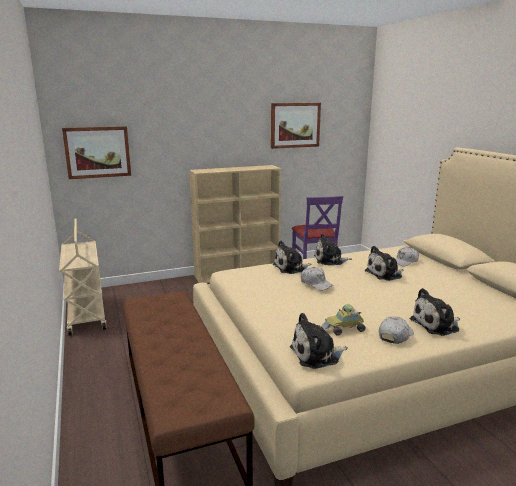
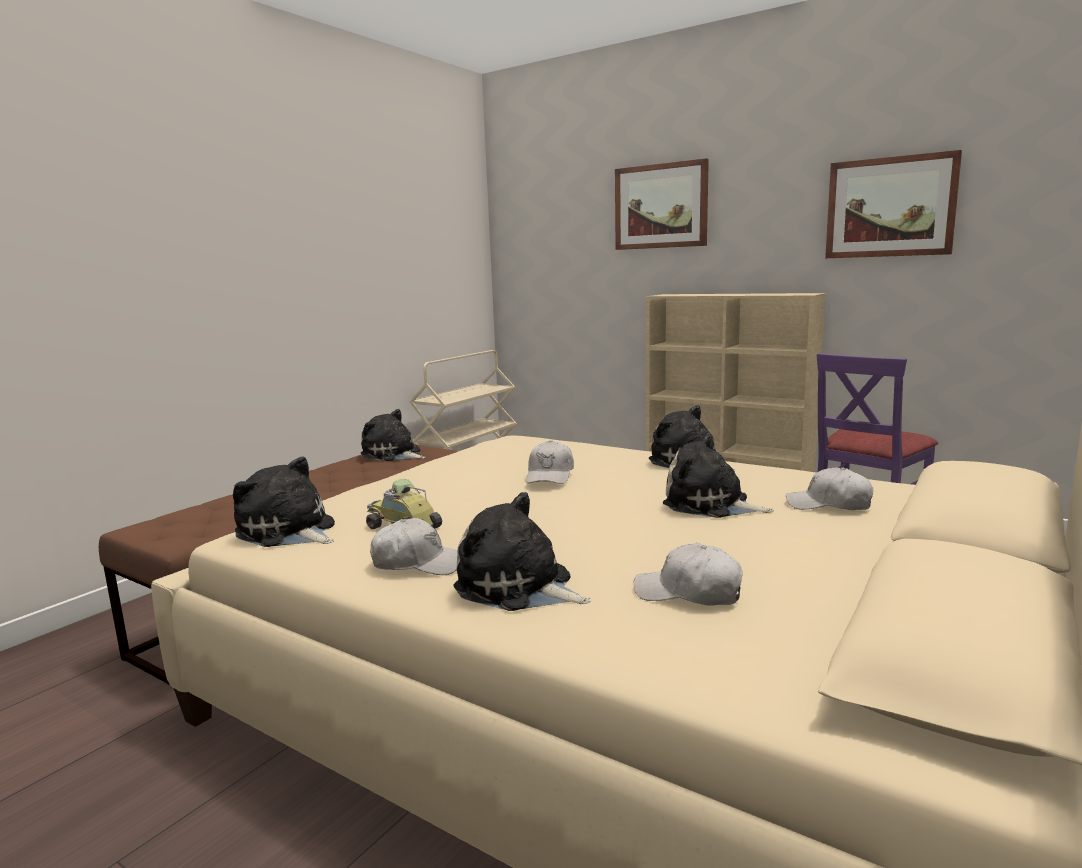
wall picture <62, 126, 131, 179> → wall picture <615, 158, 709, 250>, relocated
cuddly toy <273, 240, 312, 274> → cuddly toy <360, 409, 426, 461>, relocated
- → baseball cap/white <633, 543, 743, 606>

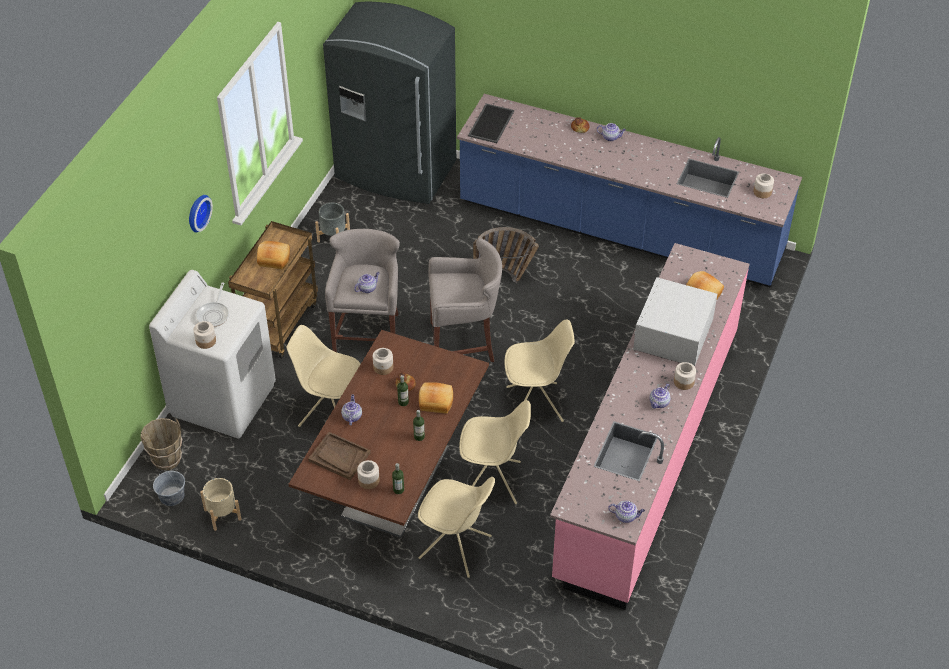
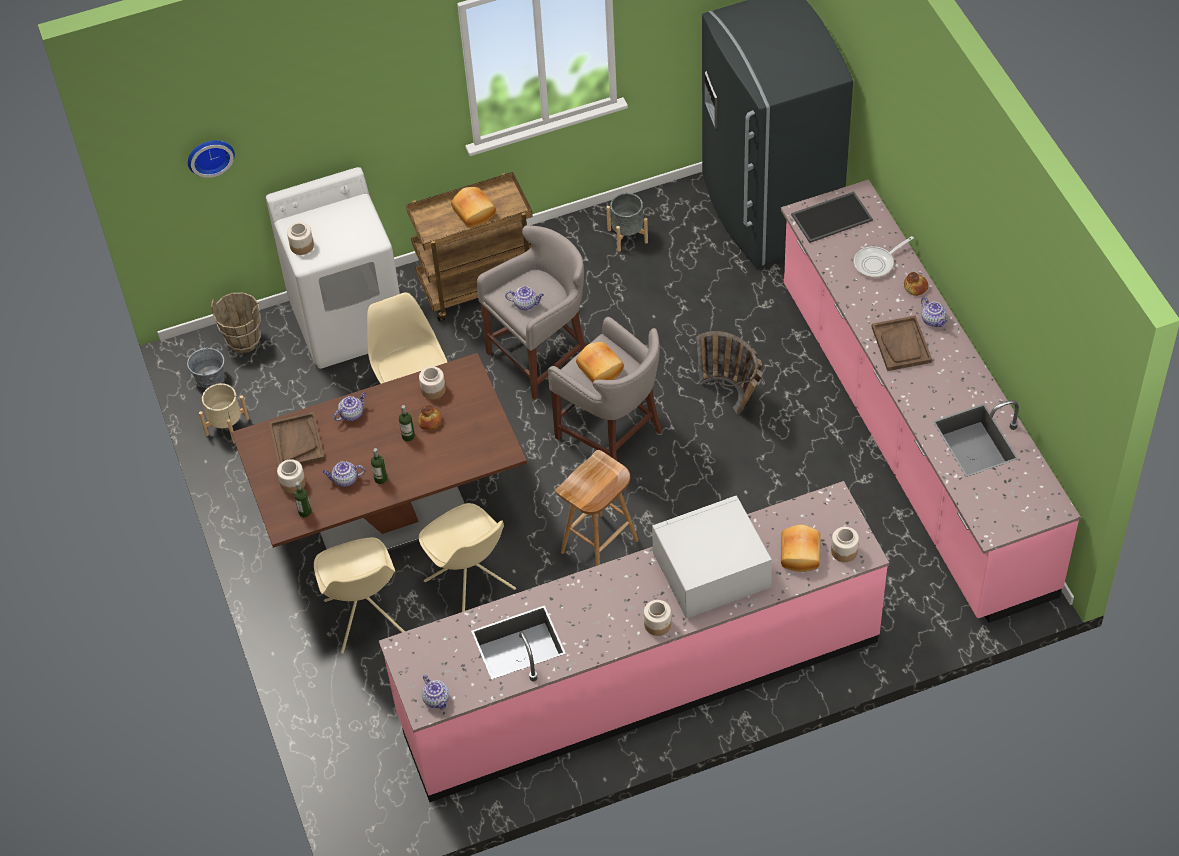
kitchen base unit/bluish <457, 94, 802, 288> → kitchen base unit/pink-coloured <781, 179, 1081, 623>
jar <753, 173, 774, 198> → jar <831, 527, 859, 562>, relocated
hanging clock <189, 195, 213, 233> → hanging clock <188, 140, 235, 178>, relocated
skillet <196, 282, 229, 327> → skillet <854, 236, 914, 278>, relocated
plain chair/beige-coloured <505, 319, 575, 422> → sitting stool/brown <555, 450, 639, 566>
baked bread <419, 382, 453, 414> → baked bread <576, 342, 624, 383>, relocated
pot for tea <650, 384, 671, 408> → pot for tea <323, 461, 365, 487>, relocated
- → carrying tray/brown <872, 316, 932, 371>

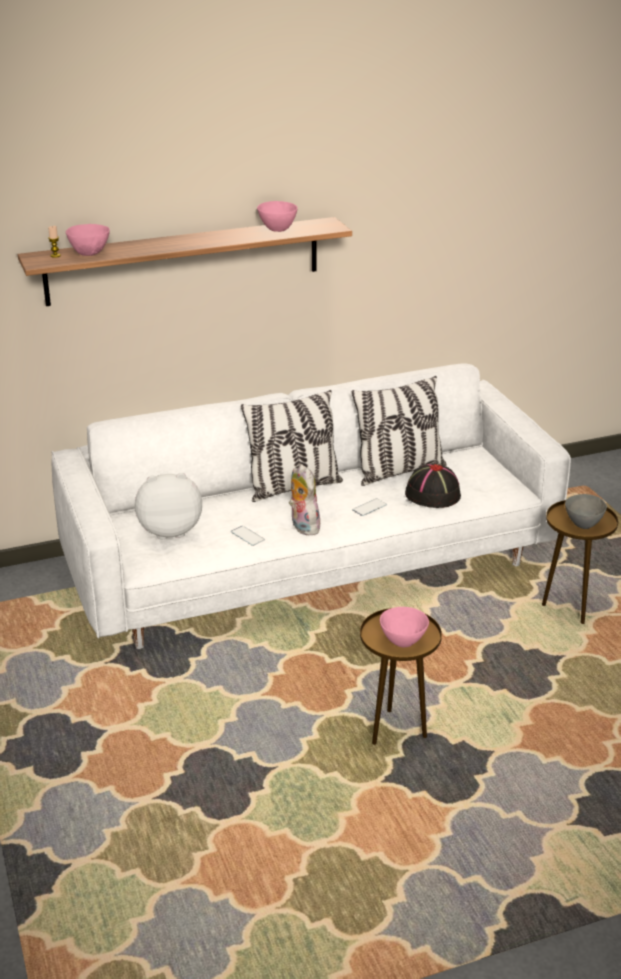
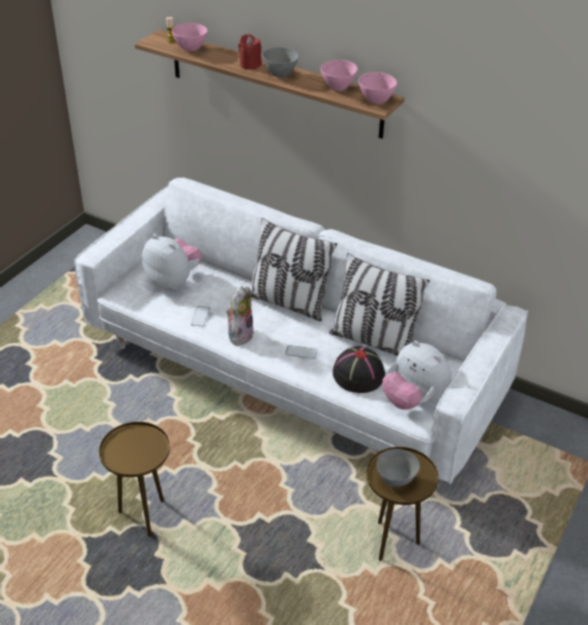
serving bowl/pink-coloured <380, 607, 429, 647> → serving bowl/pink-coloured <358, 72, 397, 104>, relocated
- → candle/red-coloured <238, 34, 262, 70>
- → serving bowl/greyish <262, 47, 299, 77>
- → cuddly toy <382, 341, 452, 410>

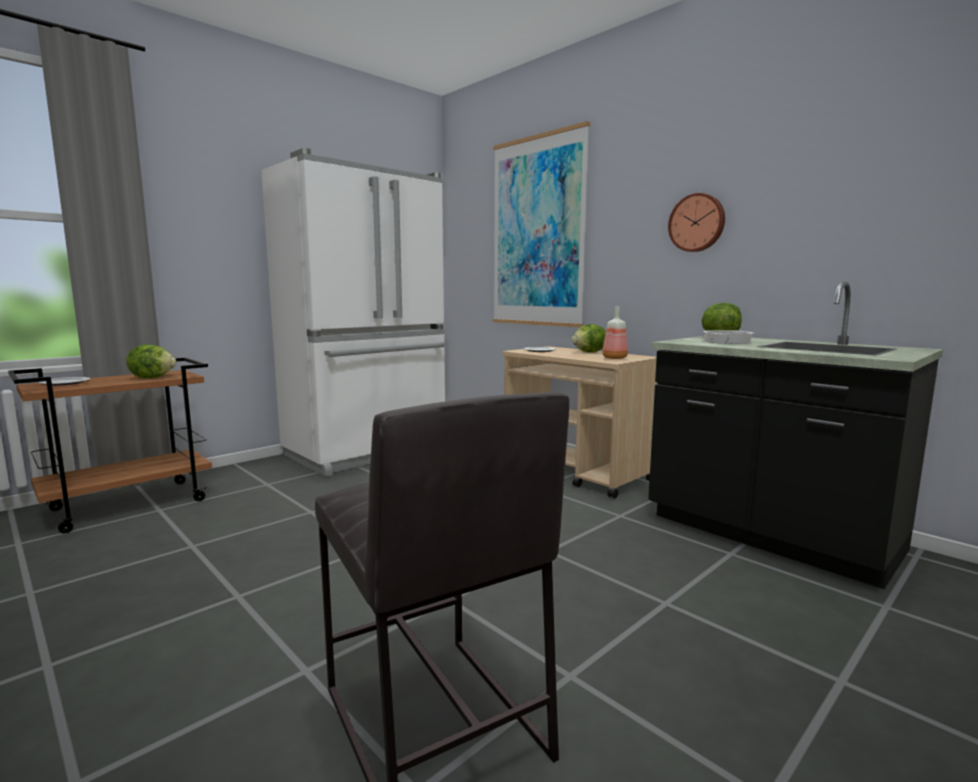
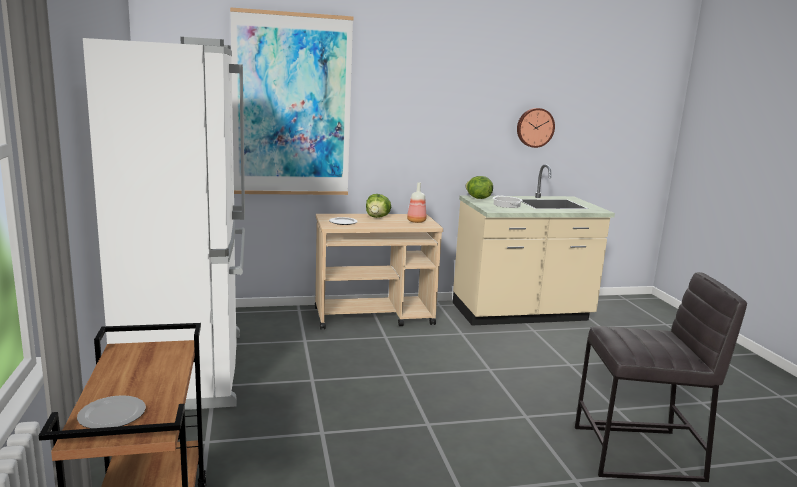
hanging clock <668, 193, 725, 252> → hanging clock <517, 108, 555, 148>, relocated
kitchen base unit/black-coloured <648, 282, 943, 589> → kitchen base unit/beige-coloured <453, 164, 615, 325>
head of lettuce <126, 344, 176, 378> → -

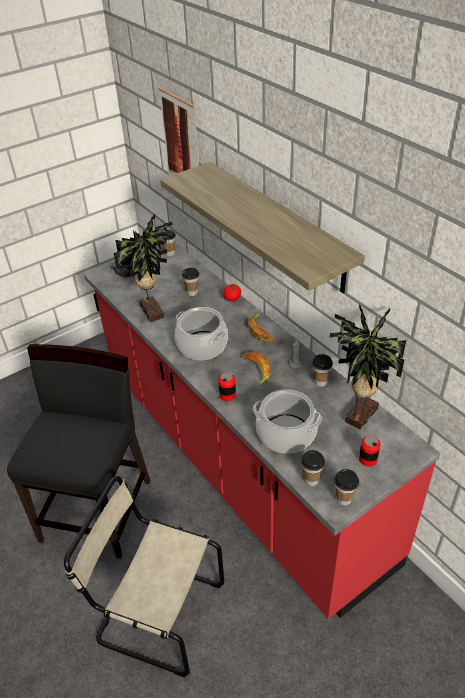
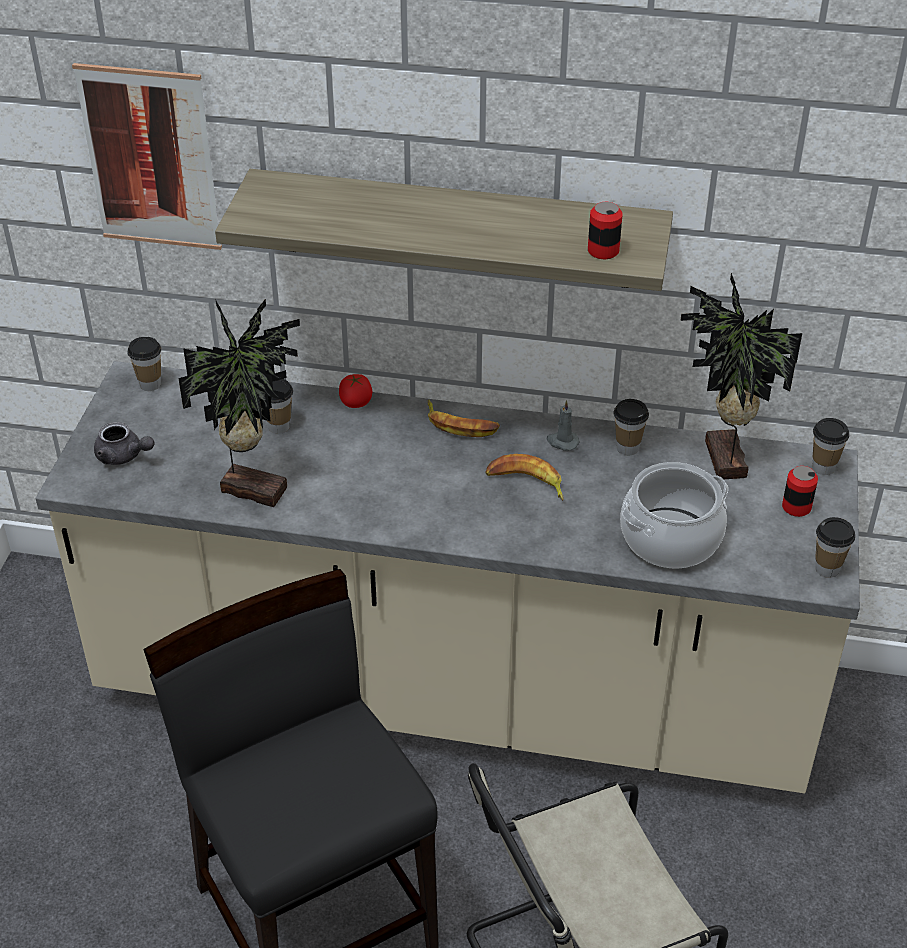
kitchen base unit/red-coloured <84, 243, 440, 619> → kitchen base unit/beige-coloured <36, 361, 860, 793>
stockpot <175, 307, 228, 360> → -
sealed can <218, 373, 236, 401> → sealed can <588, 202, 623, 259>, relocated
drinking cup <301, 450, 325, 486> → drinking cup <812, 418, 849, 475>, relocated

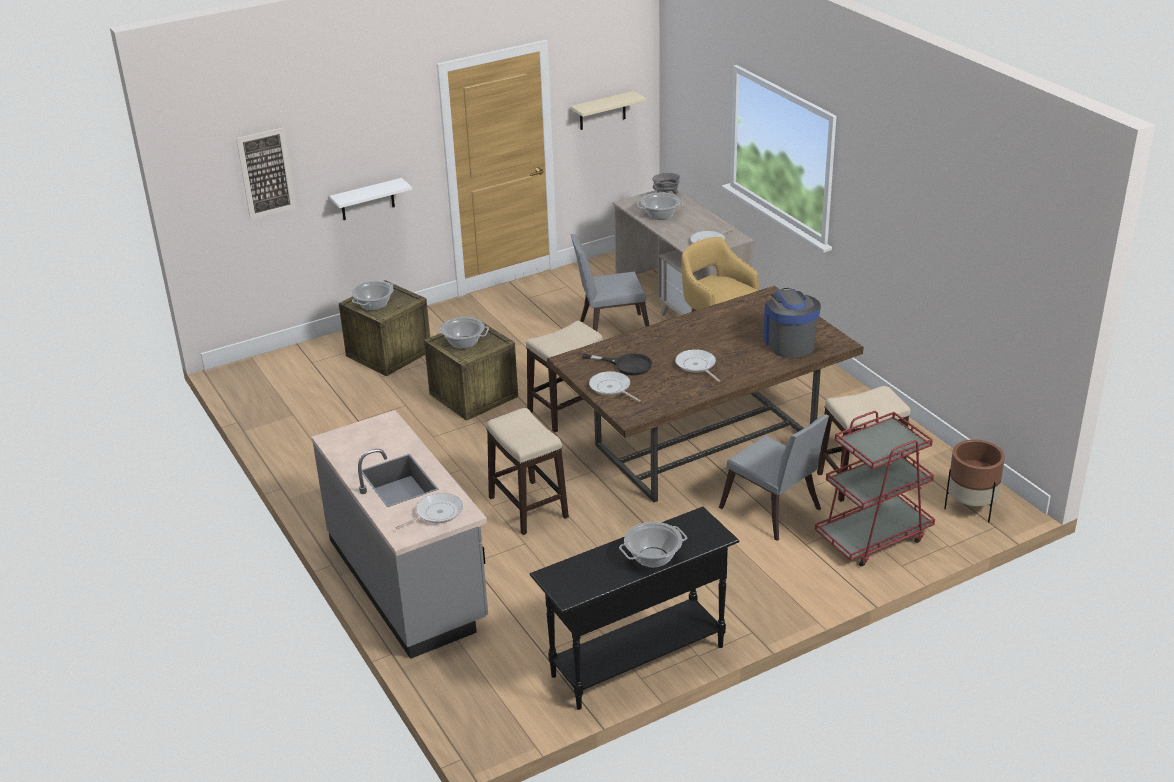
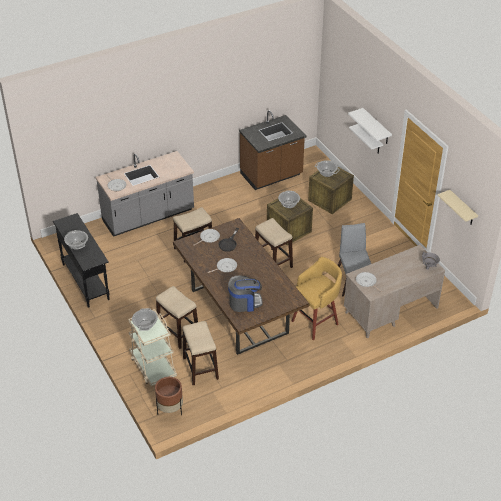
wall picture <236, 127, 296, 220> → -
stockpot <637, 193, 684, 220> → stockpot <132, 308, 158, 331>, relocated
cart/red-coloured <815, 411, 935, 567> → cart/beige-coloured <128, 309, 177, 386>
plain chair/greyish <719, 414, 829, 541> → sitting stool <156, 286, 198, 349>
- → bracket shelf/white <348, 108, 392, 144>
- → kitchen base unit/brown <239, 110, 306, 190>

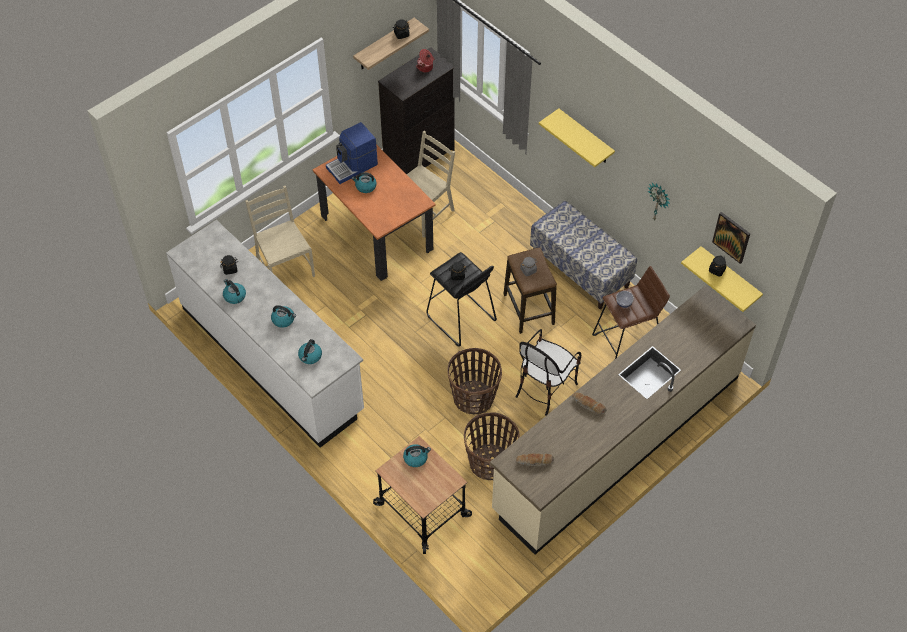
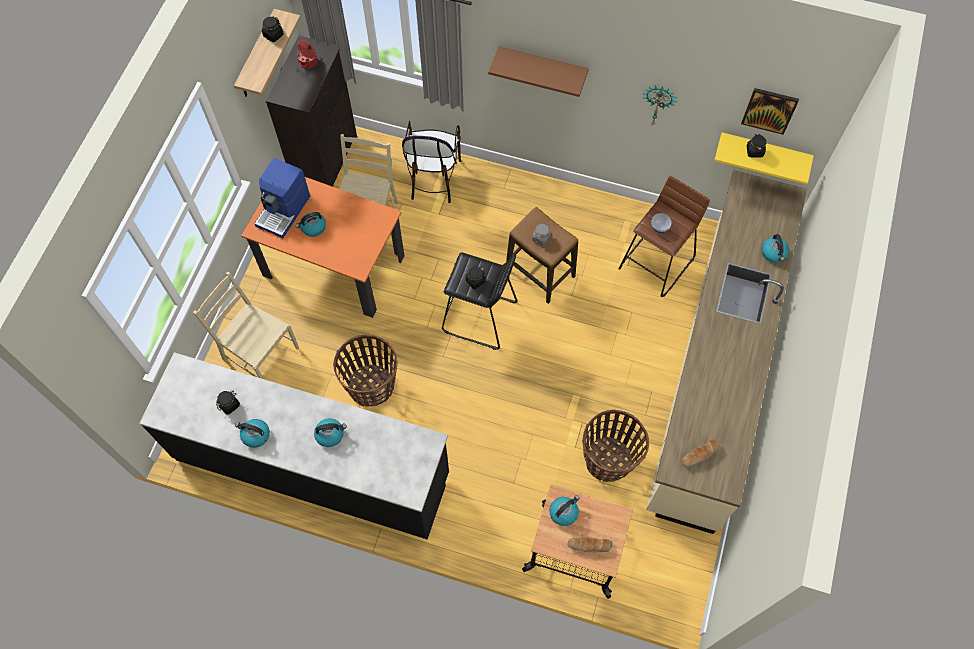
bracket shelf/yellowish <539, 109, 615, 167> → bracket shelf/brown <488, 46, 589, 97>
indoor bench <530, 201, 637, 309> → -
kitchen base unit/white <166, 220, 364, 448> → kitchen base unit/black-coloured <139, 352, 449, 540>
plain chair <515, 329, 581, 416> → plain chair <402, 121, 461, 203>, relocated
water kettle <298, 339, 322, 364> → water kettle <762, 234, 789, 263>, relocated
household basket <447, 348, 502, 415> → household basket <333, 335, 398, 407>, relocated
baked bread <572, 392, 607, 415> → baked bread <568, 537, 613, 552>, relocated

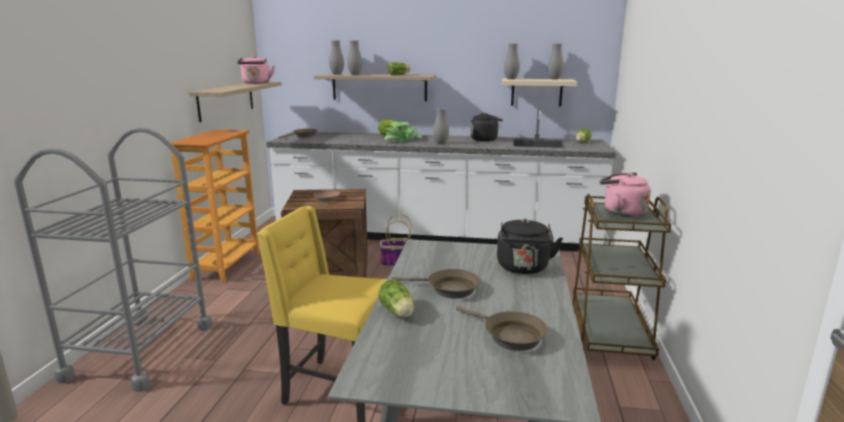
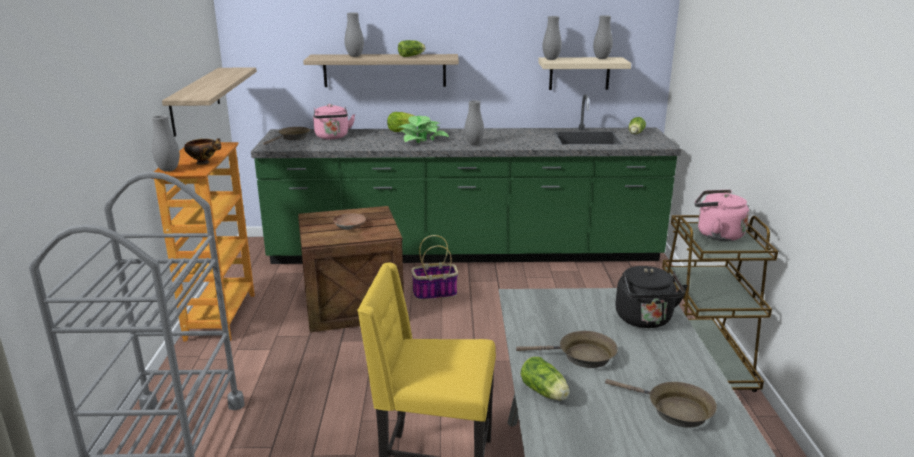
decorative vase/greyish <329, 40, 344, 75> → decorative vase/greyish <152, 115, 180, 172>, relocated
water kettle/pink-coloured <237, 56, 275, 84> → water kettle/pink-coloured <313, 104, 355, 139>, relocated
kitchen base unit/white <266, 108, 616, 251> → kitchen base unit/greenish <251, 94, 681, 264>
water kettle/black-coloured <470, 113, 503, 141> → -
- → serving bowl <184, 138, 221, 165>

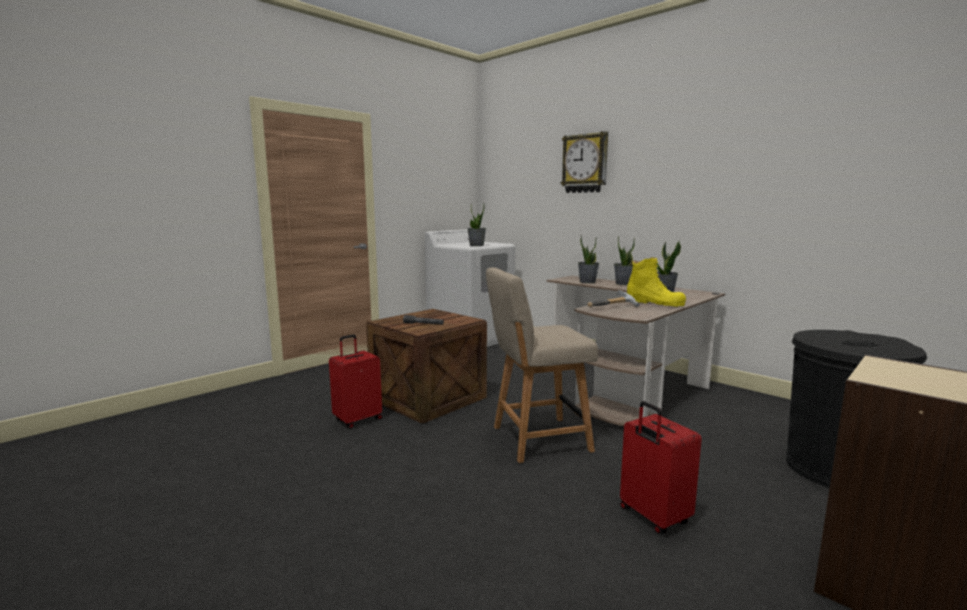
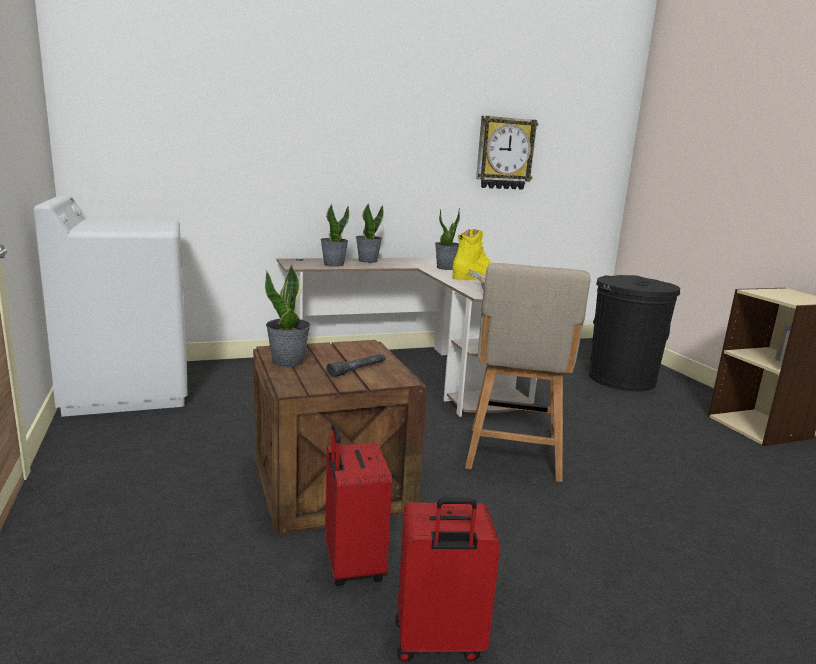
hanging clock <561, 131, 608, 193> → hanging clock <476, 116, 538, 190>, relocated
houseplant <467, 204, 486, 246> → houseplant <265, 264, 311, 367>, relocated
piece of luggage/red-coloured <620, 401, 702, 534> → piece of luggage/red-coloured <396, 497, 500, 662>, relocated

